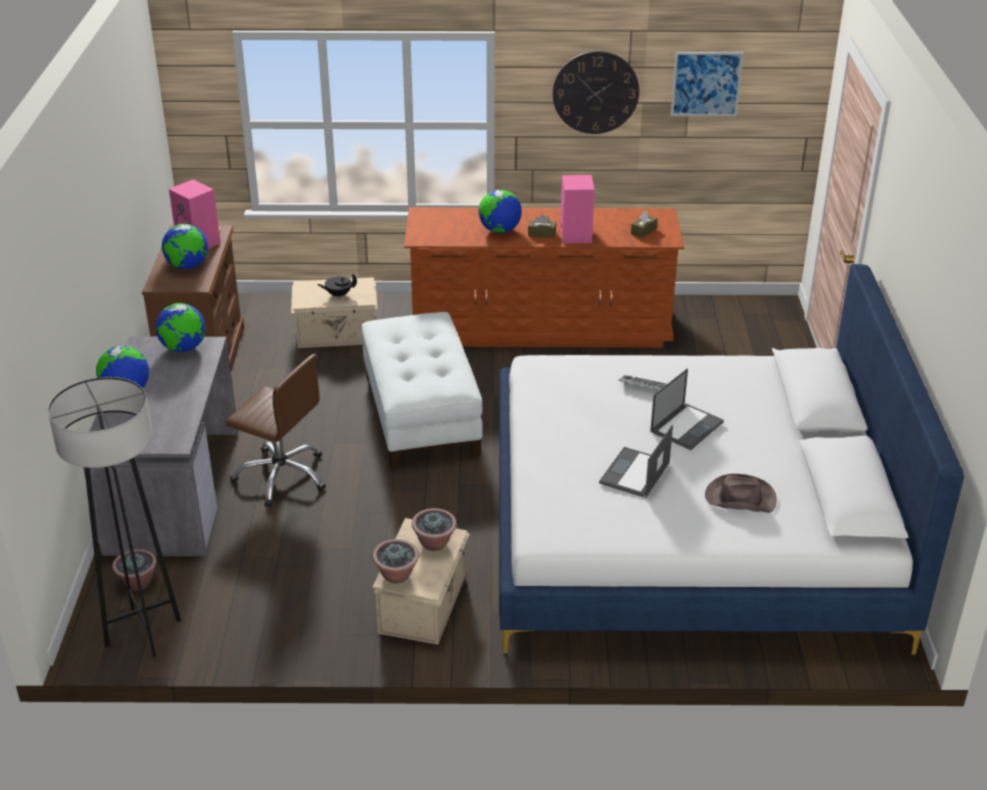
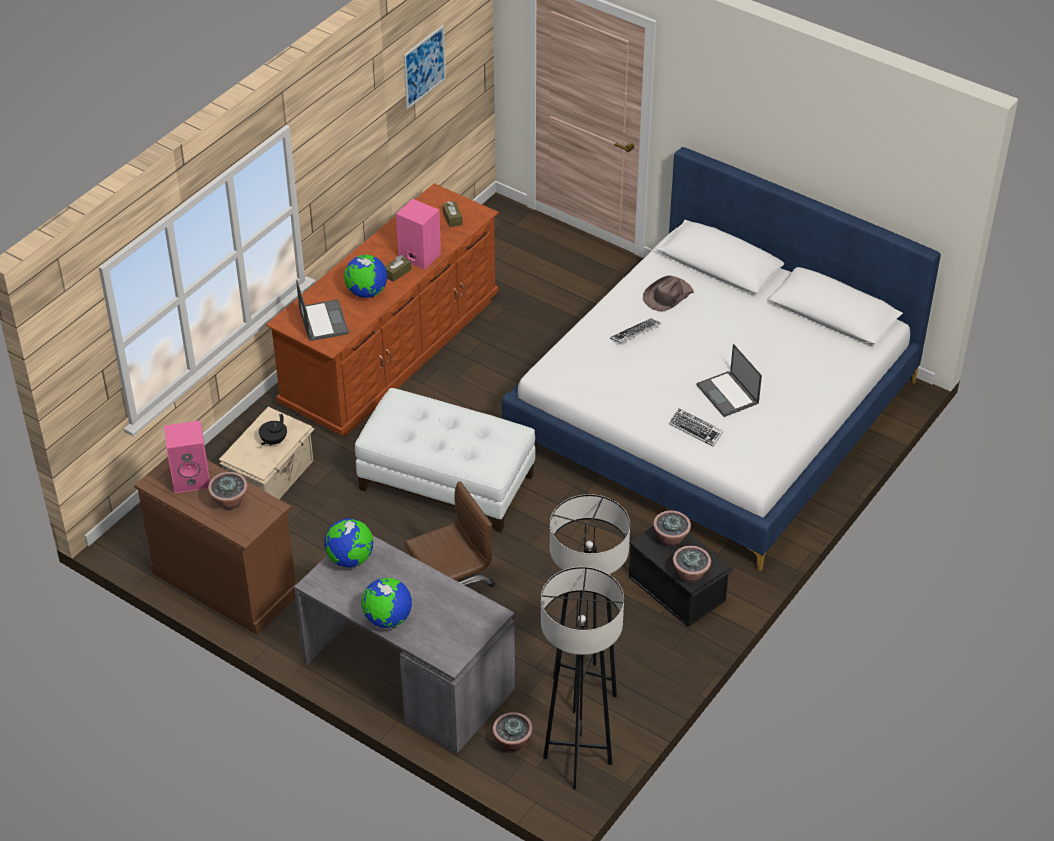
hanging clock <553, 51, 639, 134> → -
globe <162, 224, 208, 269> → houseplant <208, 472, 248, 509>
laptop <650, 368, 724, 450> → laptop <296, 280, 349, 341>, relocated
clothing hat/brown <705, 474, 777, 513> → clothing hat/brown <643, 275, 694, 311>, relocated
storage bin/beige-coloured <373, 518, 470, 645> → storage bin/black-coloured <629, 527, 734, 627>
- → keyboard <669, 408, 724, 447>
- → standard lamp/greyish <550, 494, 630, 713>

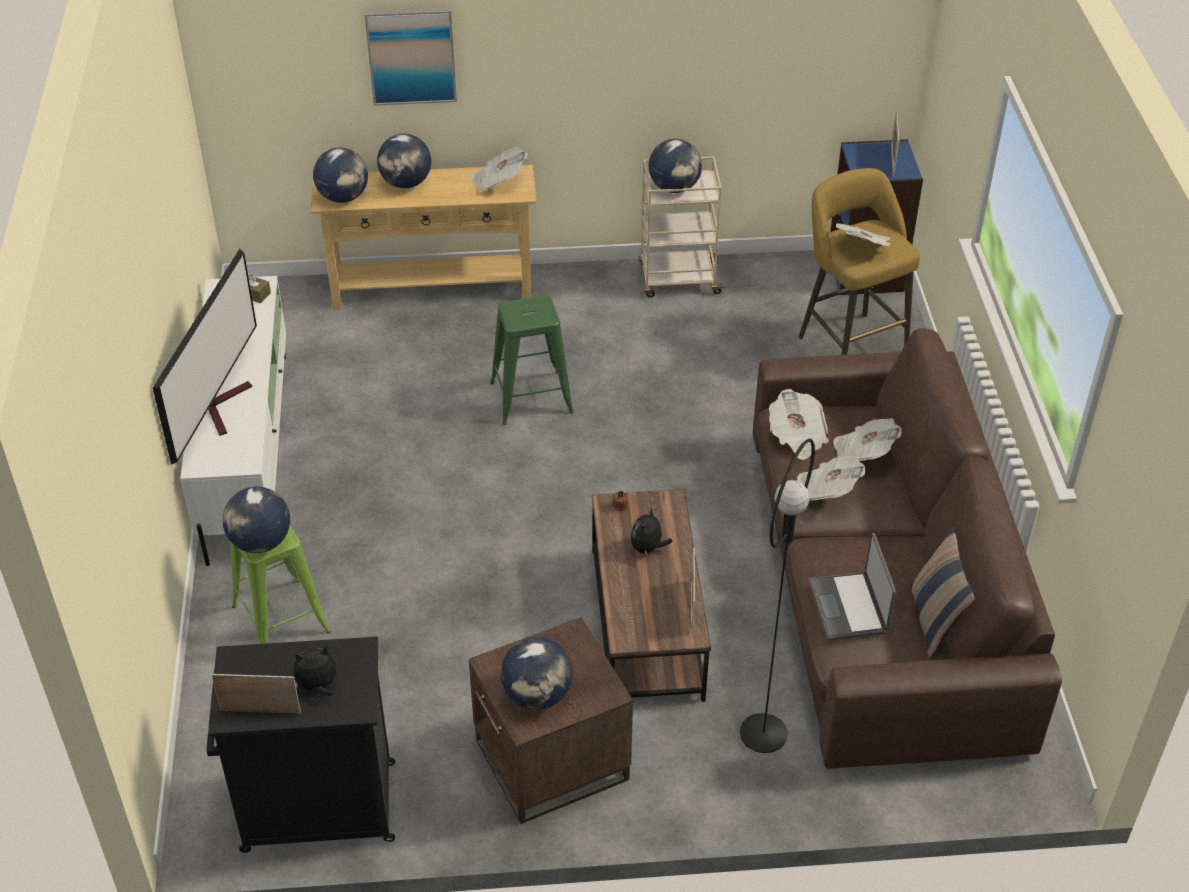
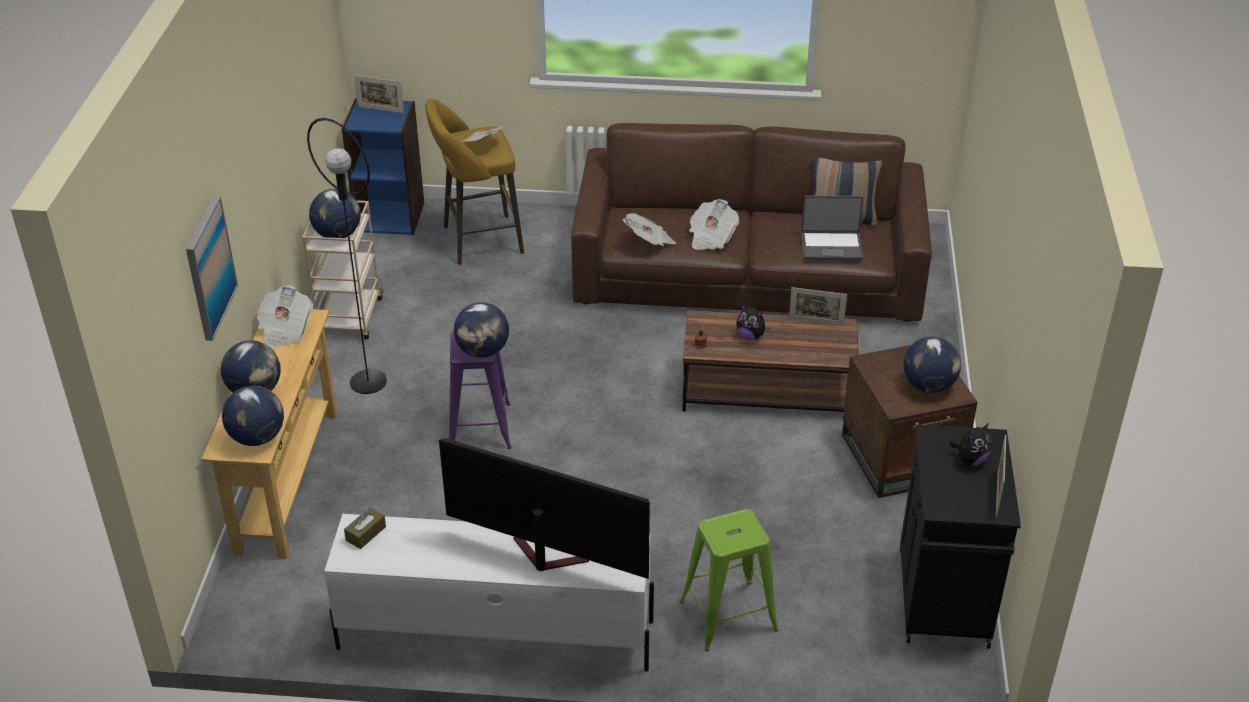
sitting stool/greenish <490, 295, 574, 425> → sitting stool/purple-coloured <449, 331, 511, 449>
daily paper <833, 418, 902, 461> → -
standard lamp/black-coloured <740, 439, 815, 753> → standard lamp/black-coloured <307, 118, 387, 394>, relocated
globe <222, 486, 290, 553> → globe <454, 302, 509, 358>, relocated
cuddly toy <293, 645, 336, 696> → cuddly toy <950, 423, 992, 466>, 120 degrees counterclockwise

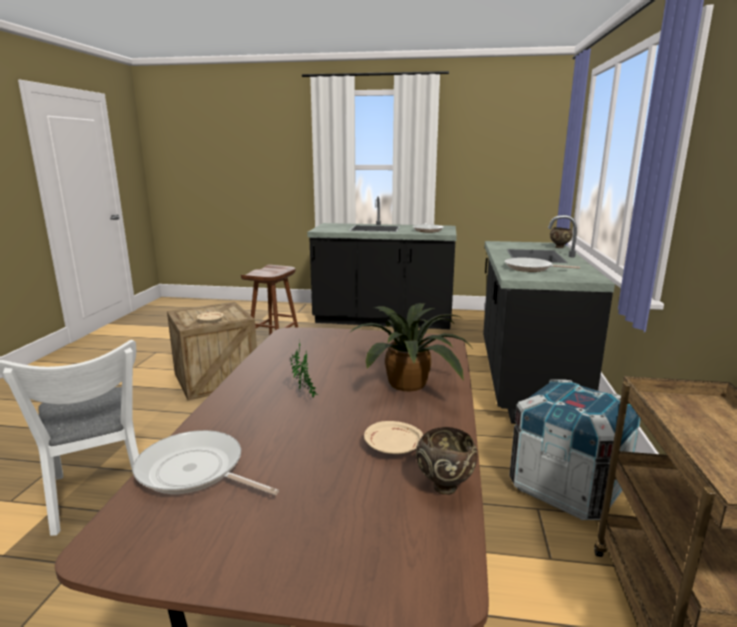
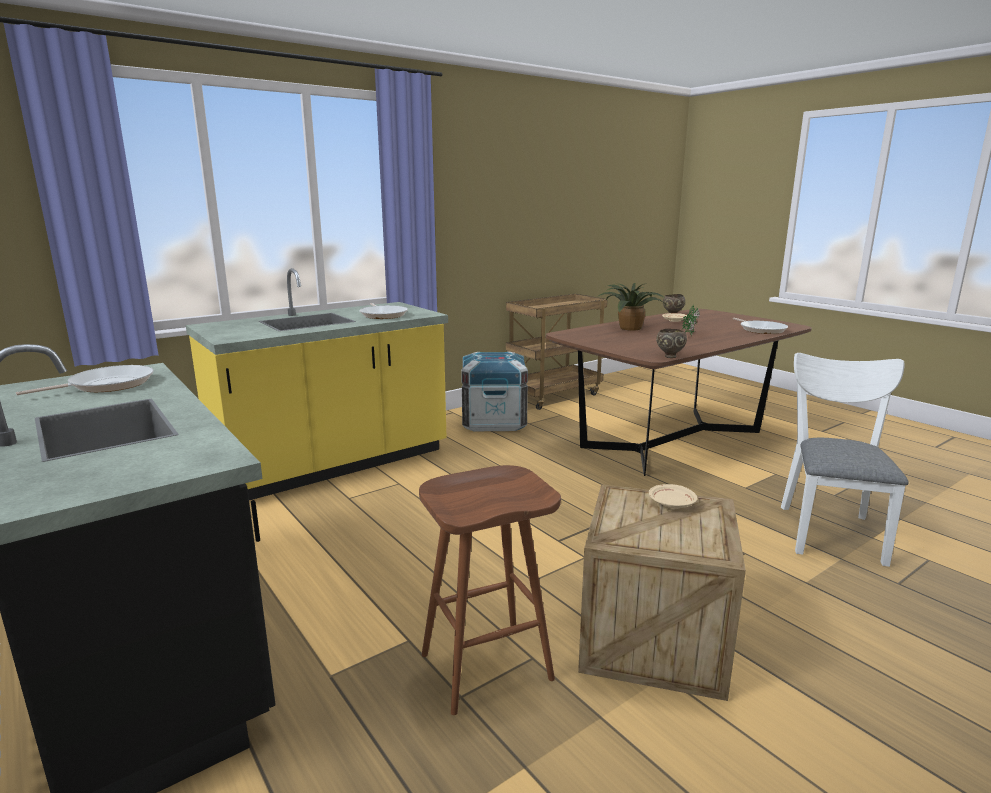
kitchen base unit/black-coloured <483, 215, 615, 424> → kitchen base unit/yellowish <186, 268, 448, 500>
serving bowl/brown <550, 227, 573, 248> → serving bowl/brown <656, 329, 687, 358>, relocated

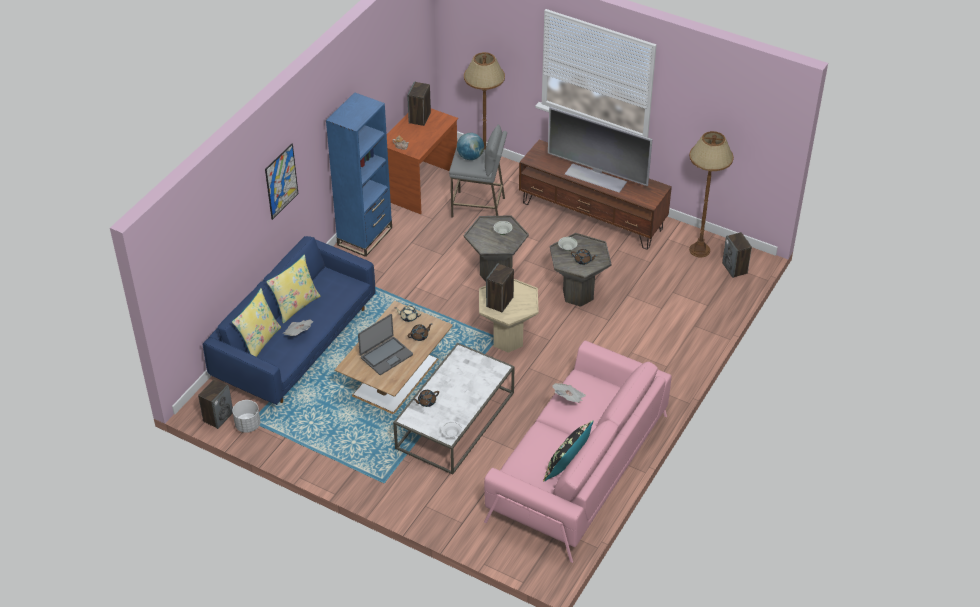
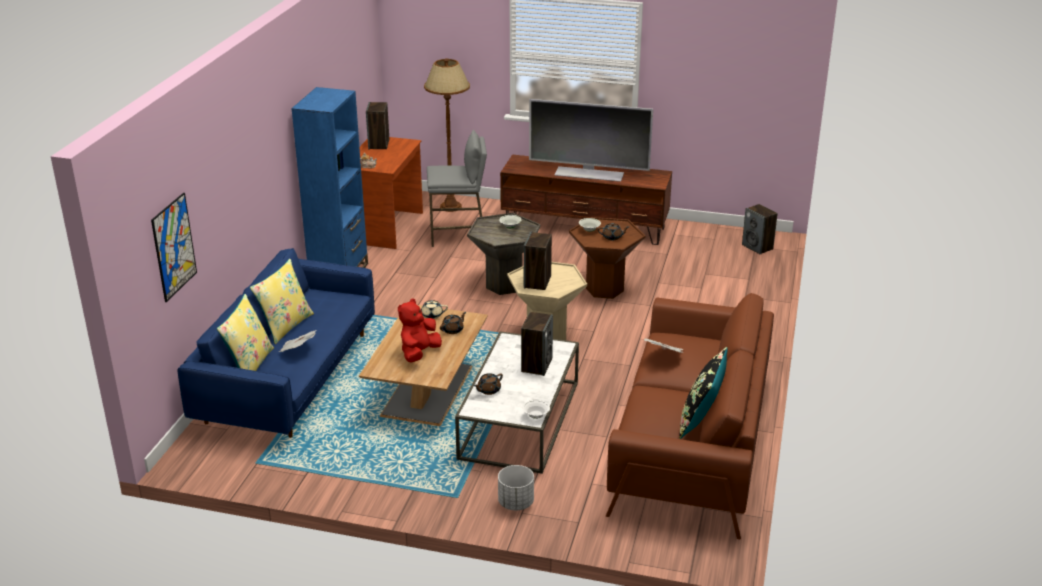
standard lamp/brown <689, 131, 734, 257> → -
globe <457, 133, 484, 160> → -
wall picture <265, 144, 298, 220> → wall picture <151, 193, 197, 302>, relocated
accent table/greyish <550, 233, 611, 307> → accent table/brown <569, 217, 646, 299>
laptop <358, 314, 413, 375> → cuddly toy/red-coloured <398, 298, 442, 363>
couch/pink-coloured <484, 341, 672, 563> → couch/brown <606, 293, 774, 539>
speaker <198, 379, 233, 429> → speaker <521, 312, 553, 376>, relocated
flower pot/white <232, 400, 261, 433> → flower pot/white <498, 465, 534, 510>, relocated

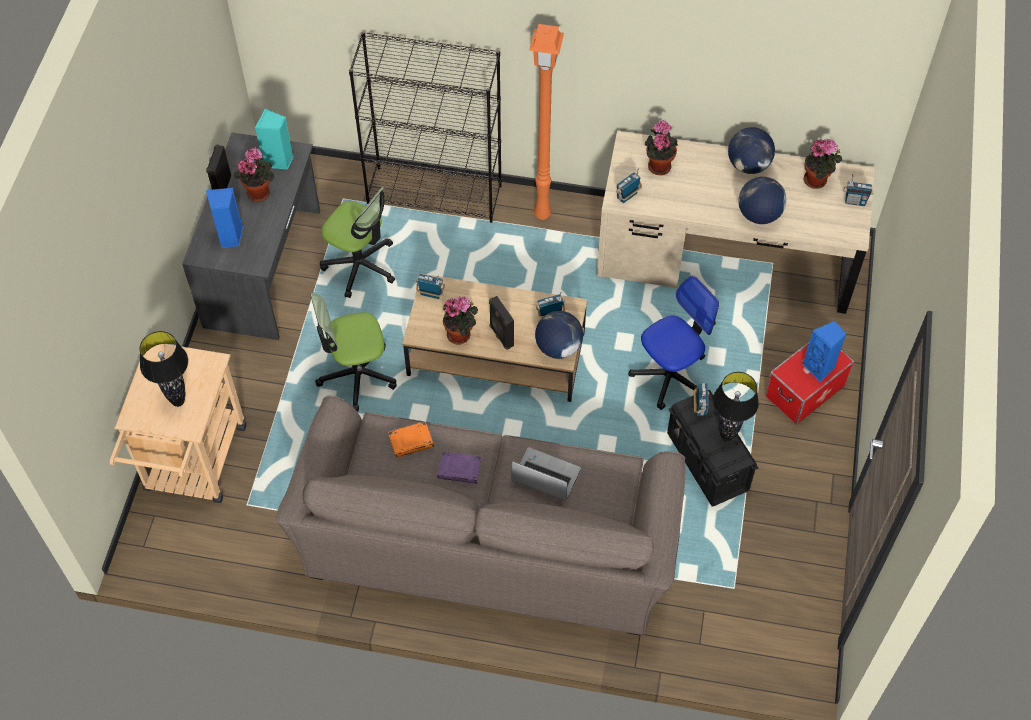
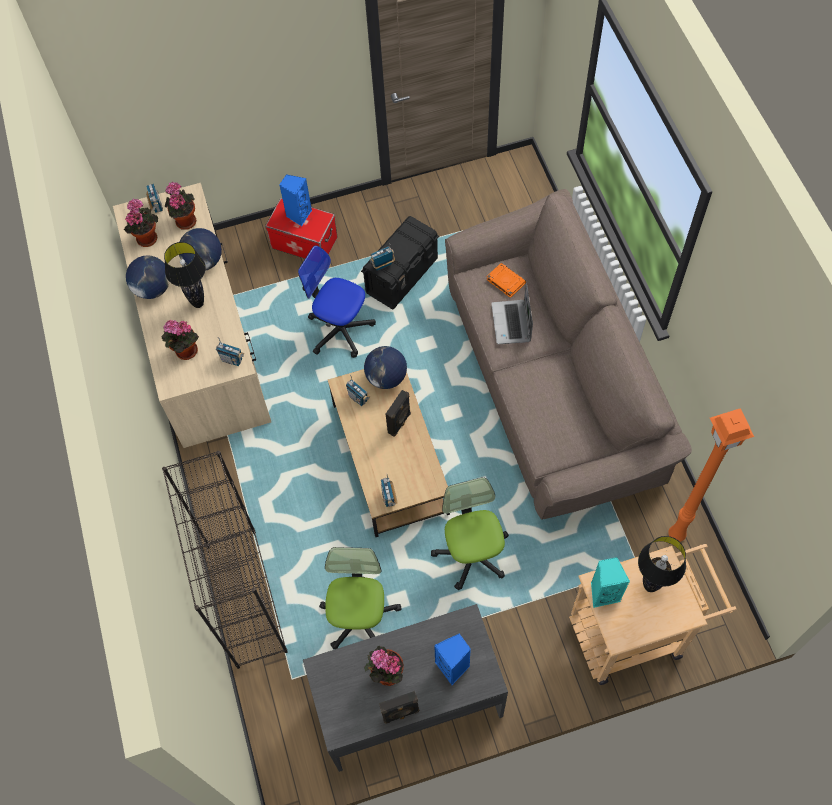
standard lamp/orangey <529, 24, 564, 220> → standard lamp/orangey <668, 408, 754, 542>, relocated
speaker/turquoise-coloured <255, 109, 293, 170> → speaker/turquoise-coloured <591, 557, 630, 608>, relocated
desk chair <311, 293, 397, 411> → desk chair <431, 477, 509, 590>, 150 degrees counterclockwise
houseplant <443, 296, 478, 345> → houseplant <165, 181, 196, 230>, relocated
tabletop lamp/black-coloured <713, 372, 759, 442> → tabletop lamp/black-coloured <164, 242, 206, 308>, relocated
bound book/orangey <388, 421, 434, 458> → bound book/orangey <486, 263, 526, 298>, relocated
bound book/purple-coloured <438, 451, 481, 484> → -

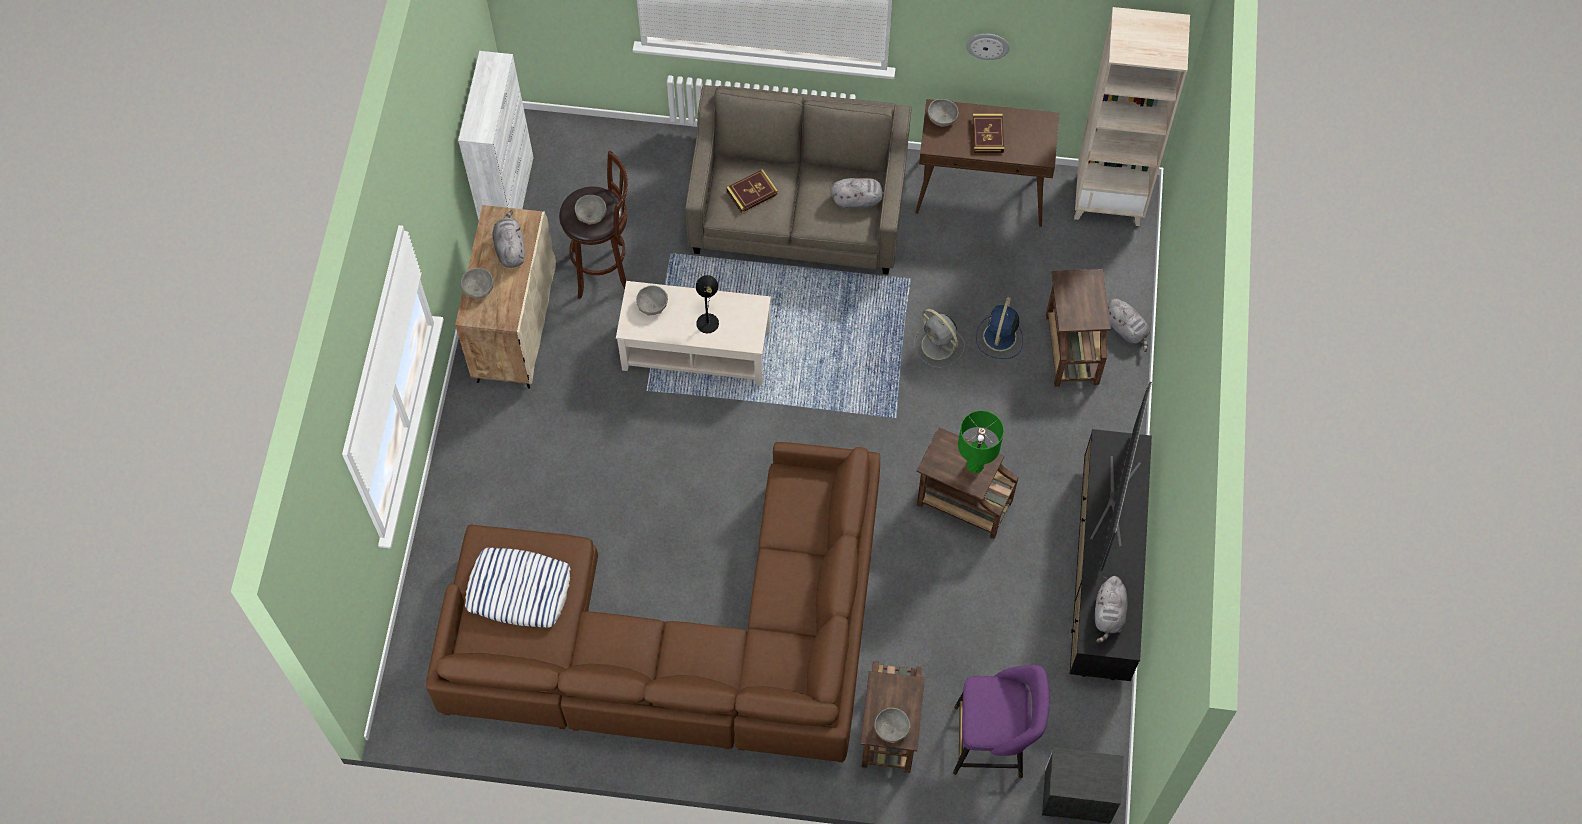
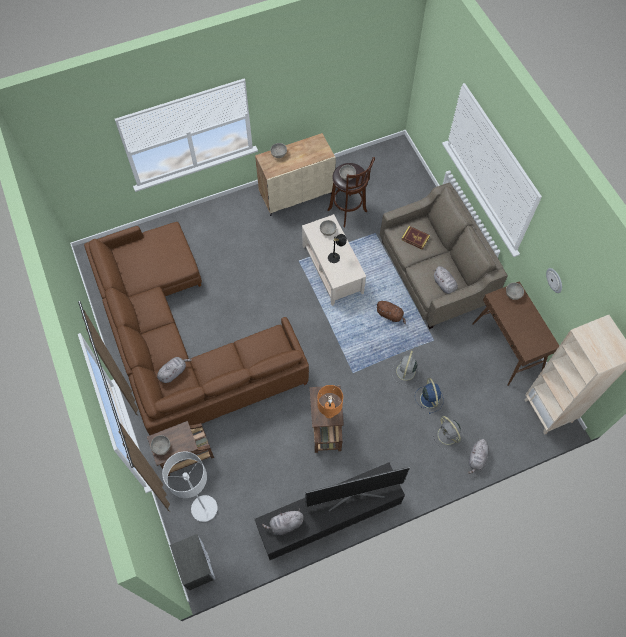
cupboard/white <458, 51, 534, 220> → -
bound book <972, 113, 1004, 153> → -
cuddly toy/greyish <492, 210, 525, 268> → cuddly toy/greyish <157, 357, 192, 383>, relocated
accent table/brown <1046, 269, 1111, 387> → fan/greyish <433, 416, 463, 450>
fan/bluish <976, 297, 1023, 359> → fan/bluish <415, 378, 444, 414>, 90 degrees clockwise
tabletop lamp/greenish <958, 410, 1004, 473> → tabletop lamp/orangey <317, 385, 343, 418>
throw pillow <465, 547, 571, 628> → -
sitting stool/purple-coloured <953, 665, 1050, 778> → standard lamp/greyish <162, 451, 218, 522>
- → cuddly toy/brown <376, 301, 406, 324>

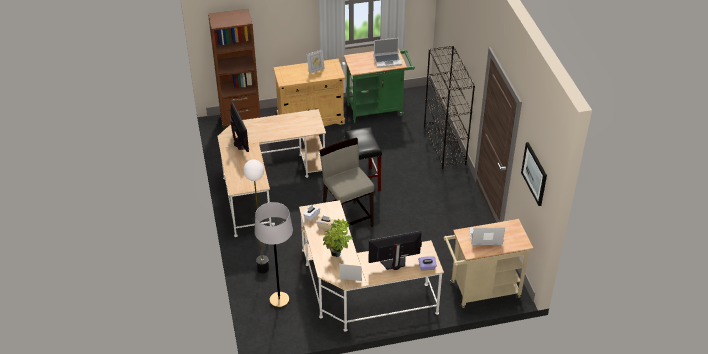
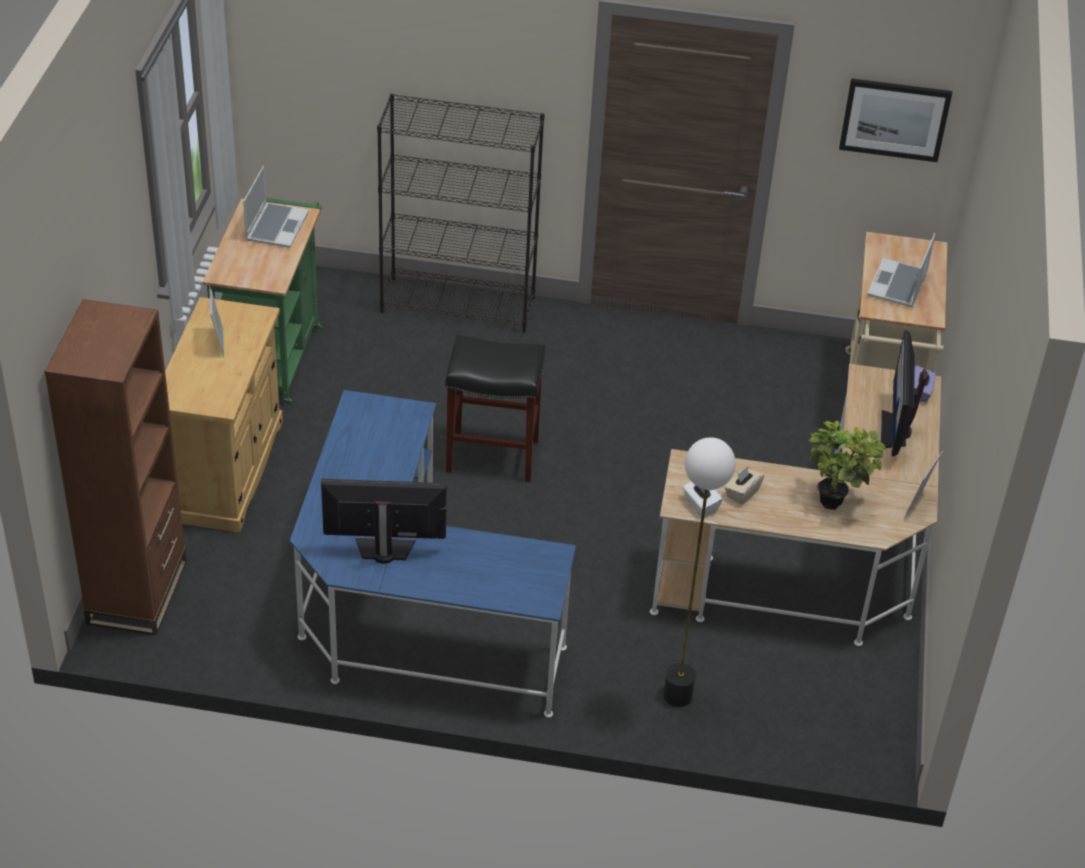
desk/beige-coloured <217, 109, 326, 237> → desk/bluish <290, 390, 576, 718>
sitting stool/beige-coloured <320, 138, 374, 227> → -
standard lamp/greyish <254, 202, 293, 309> → -

